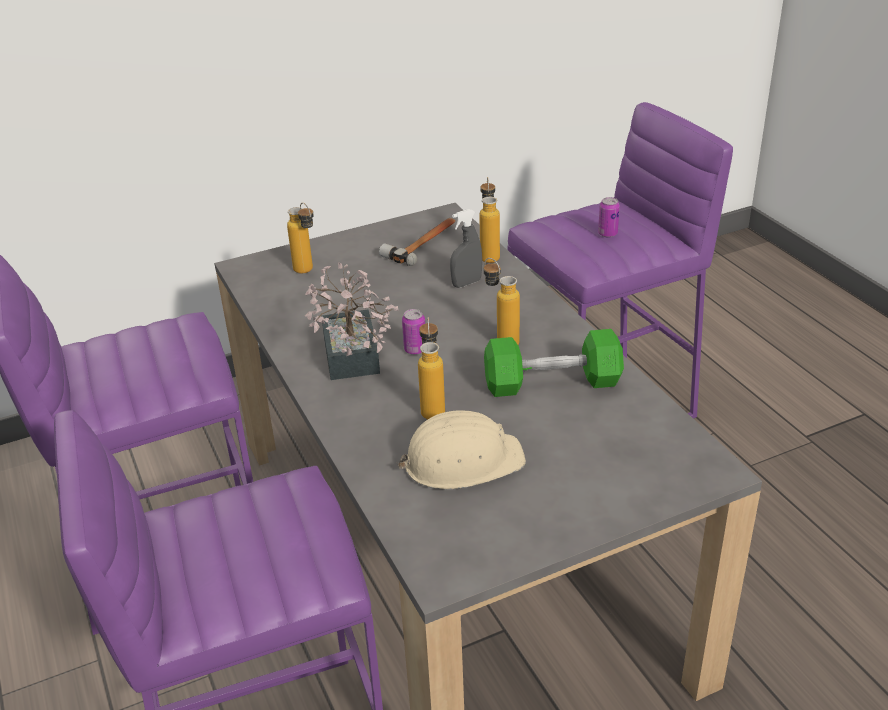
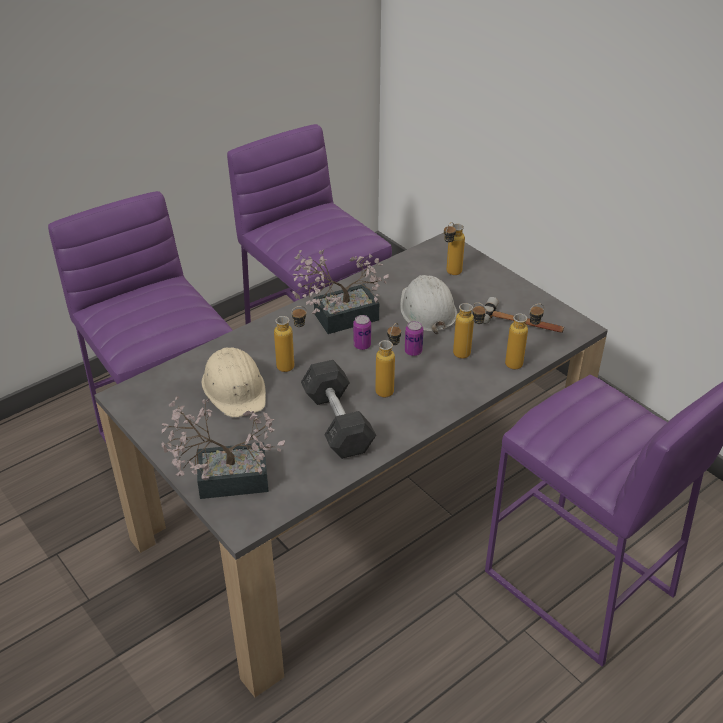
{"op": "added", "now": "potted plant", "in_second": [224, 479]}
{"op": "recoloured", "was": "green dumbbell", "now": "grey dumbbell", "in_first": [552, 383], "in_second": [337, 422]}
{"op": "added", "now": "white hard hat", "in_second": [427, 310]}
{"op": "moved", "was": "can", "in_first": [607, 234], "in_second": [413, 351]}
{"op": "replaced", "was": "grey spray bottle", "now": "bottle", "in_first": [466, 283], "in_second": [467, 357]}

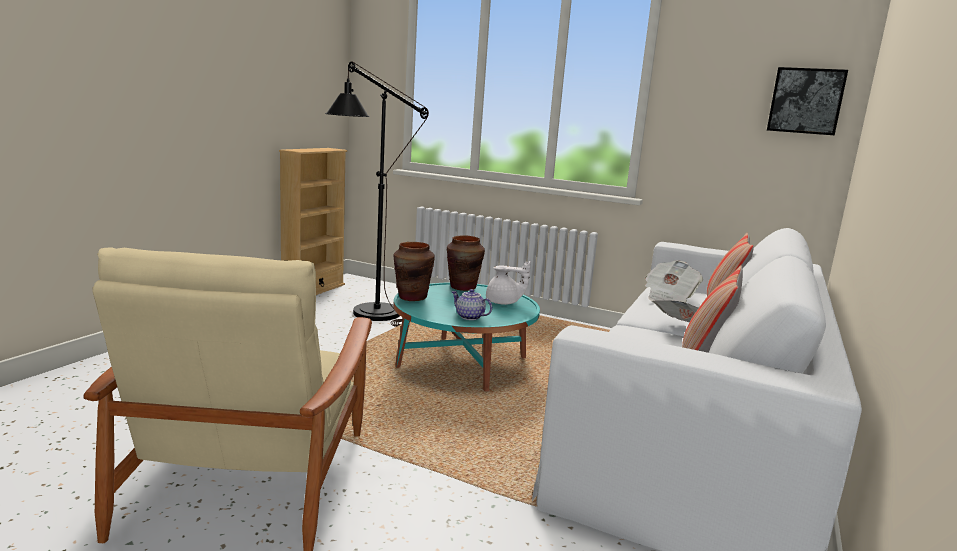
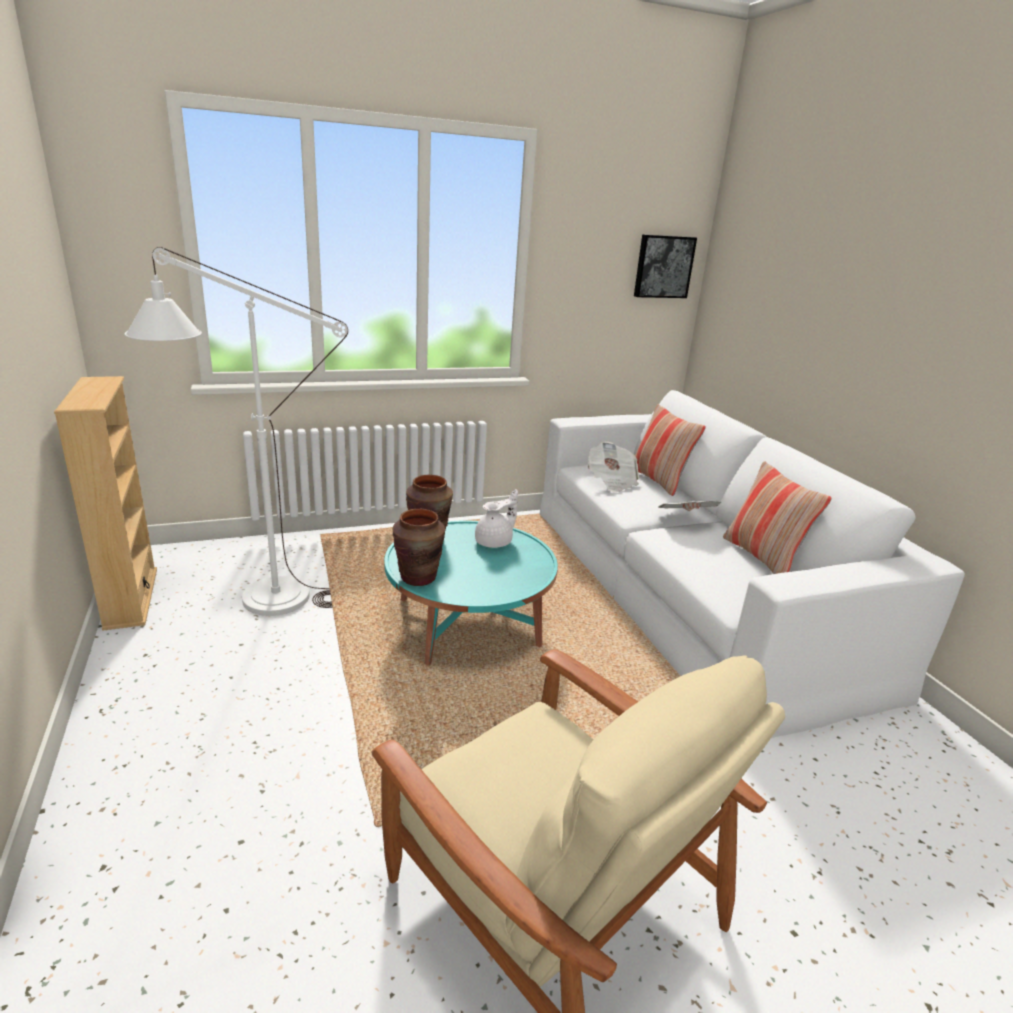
{"op": "recoloured", "was": "black floor lamp", "now": "white floor lamp", "in_first": [368, 309], "in_second": [256, 597]}
{"op": "removed", "was": "teapot", "in_first": [469, 317]}

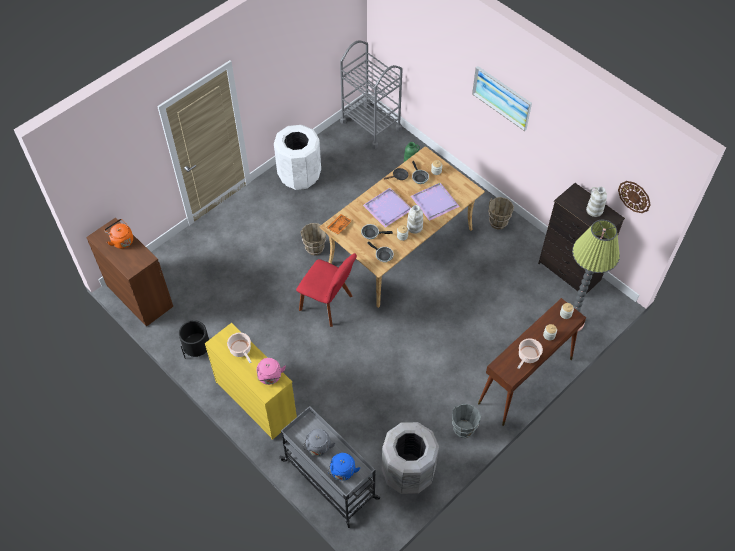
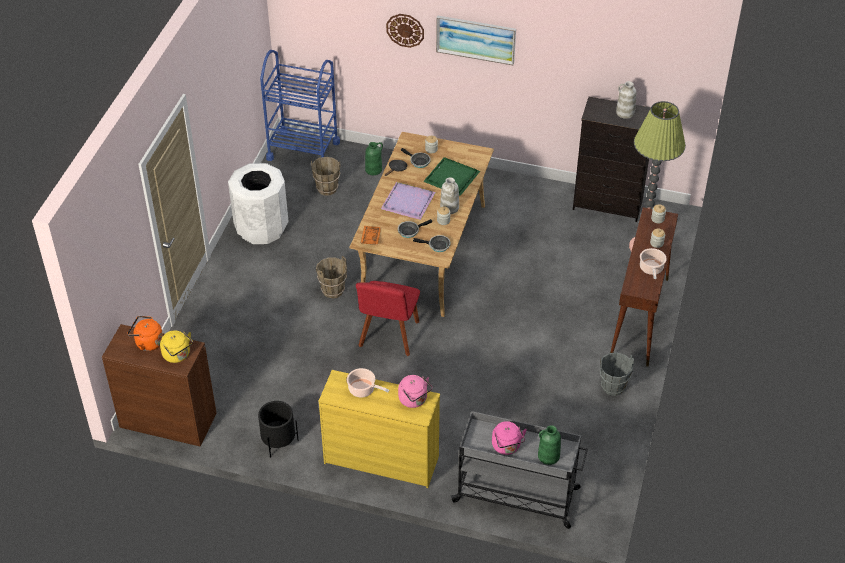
{"op": "added", "now": "yellow kettle", "in_second": [178, 355]}
{"op": "recoloured", "was": "grey cart", "now": "blue cart", "in_first": [371, 125], "in_second": [303, 150]}
{"op": "moved", "was": "brown bucket", "in_first": [498, 222], "in_second": [327, 188]}
{"op": "turned", "was": "red chair", "in_first": [328, 304], "in_second": [388, 336], "clockwise": 105}
{"op": "moved", "was": "wall clock", "in_first": [634, 196], "in_second": [405, 30]}
{"op": "recoloured", "was": "purple tray", "now": "green tray", "in_first": [434, 201], "in_second": [451, 177]}
{"op": "recoloured", "was": "grey kettle", "now": "pink kettle", "in_first": [318, 448], "in_second": [507, 447]}
{"op": "replaced", "was": "blue kettle", "now": "green vase", "in_first": [342, 472], "in_second": [548, 456]}
{"op": "removed", "was": "grey trash can", "in_first": [408, 472]}

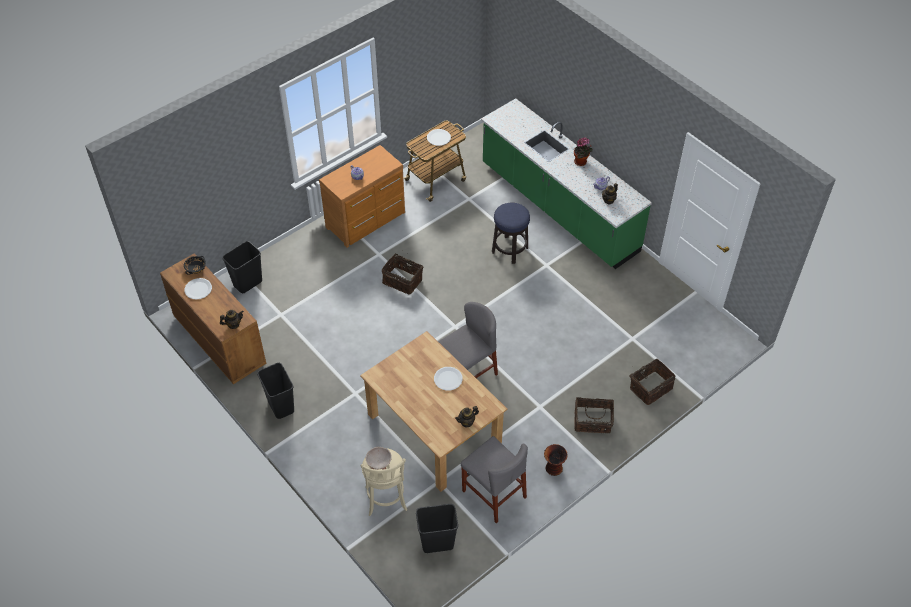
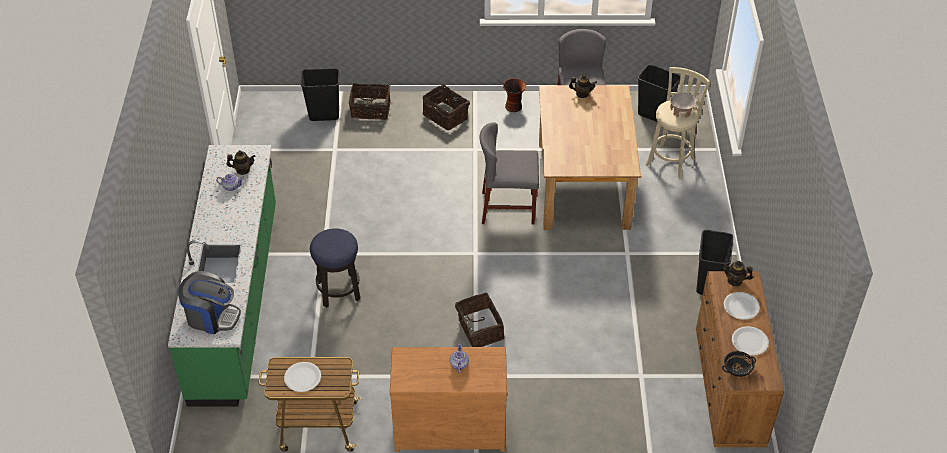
{"op": "added", "now": "coffee machine", "in_second": [211, 316]}
{"op": "moved", "was": "black trash can", "in_first": [247, 283], "in_second": [324, 115]}
{"op": "moved", "was": "white plate", "in_first": [448, 379], "in_second": [741, 306]}
{"op": "removed", "was": "potted plant", "in_first": [581, 162]}

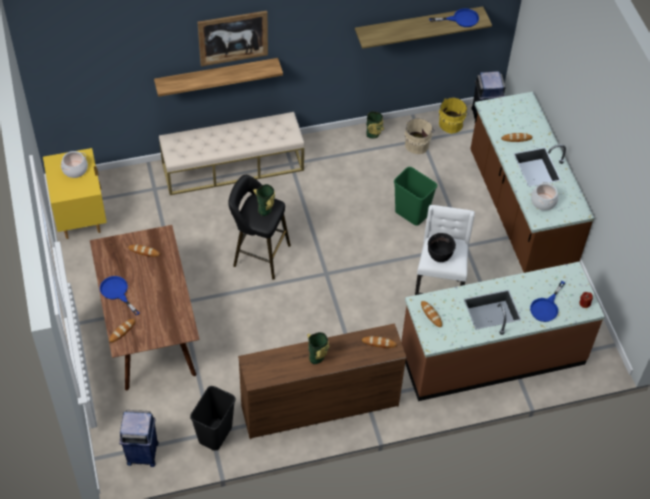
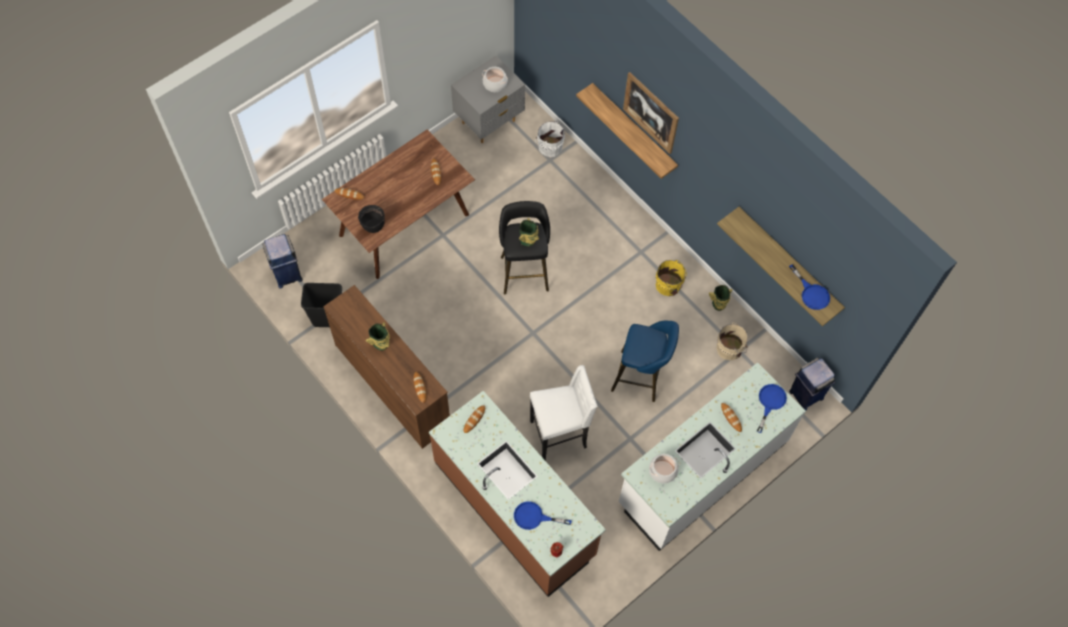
{"op": "moved", "was": "black cooking pot", "in_first": [439, 255], "in_second": [373, 225]}
{"op": "recoloured", "was": "yellow nightstand", "now": "grey nightstand", "in_first": [80, 217], "in_second": [489, 122]}
{"op": "added", "now": "white bucket", "in_second": [549, 146]}
{"op": "replaced", "was": "green trash can", "now": "blue stool", "in_first": [412, 213], "in_second": [641, 377]}
{"op": "recoloured", "was": "brown counter", "now": "white counter", "in_first": [519, 210], "in_second": [701, 472]}
{"op": "moved", "was": "yellow bucket", "in_first": [452, 123], "in_second": [669, 285]}
{"op": "moved", "was": "blue frying pan", "in_first": [117, 292], "in_second": [770, 402]}
{"op": "removed", "was": "beige bench", "in_first": [233, 166]}

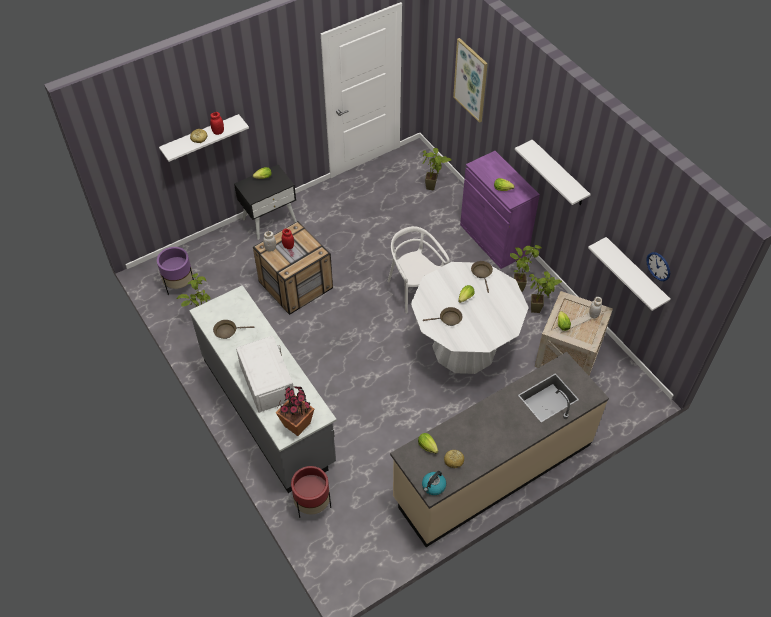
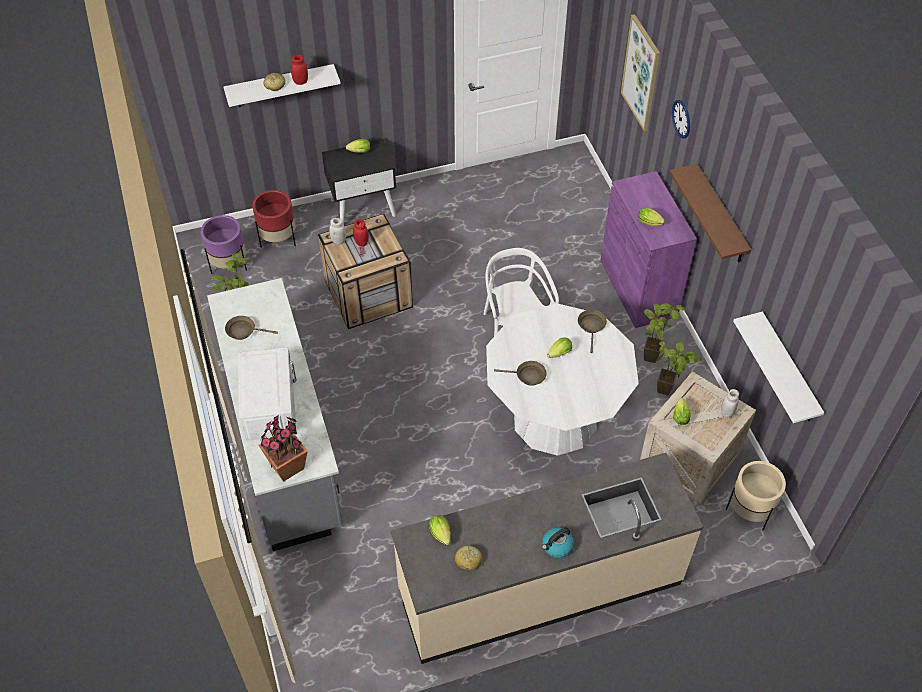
{"op": "moved", "was": "red planter", "in_first": [312, 504], "in_second": [278, 239]}
{"op": "moved", "was": "kettle", "in_first": [433, 486], "in_second": [557, 546]}
{"op": "recoloured", "was": "white shelf", "now": "brown shelf", "in_first": [559, 174], "in_second": [720, 216]}
{"op": "moved", "was": "wall clock", "in_first": [658, 266], "in_second": [681, 119]}
{"op": "added", "now": "beige planter", "in_second": [749, 511]}
{"op": "removed", "was": "potted plant", "in_first": [434, 188]}

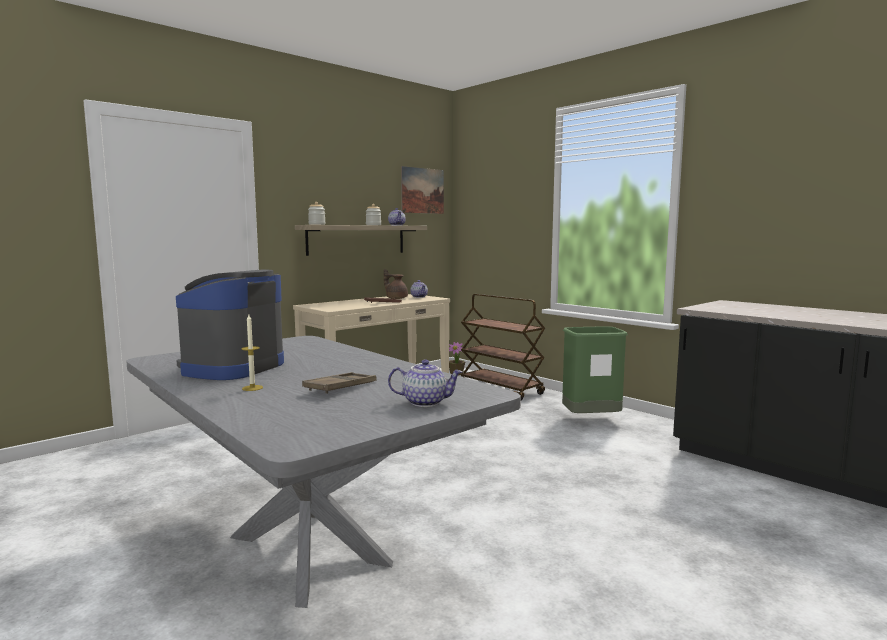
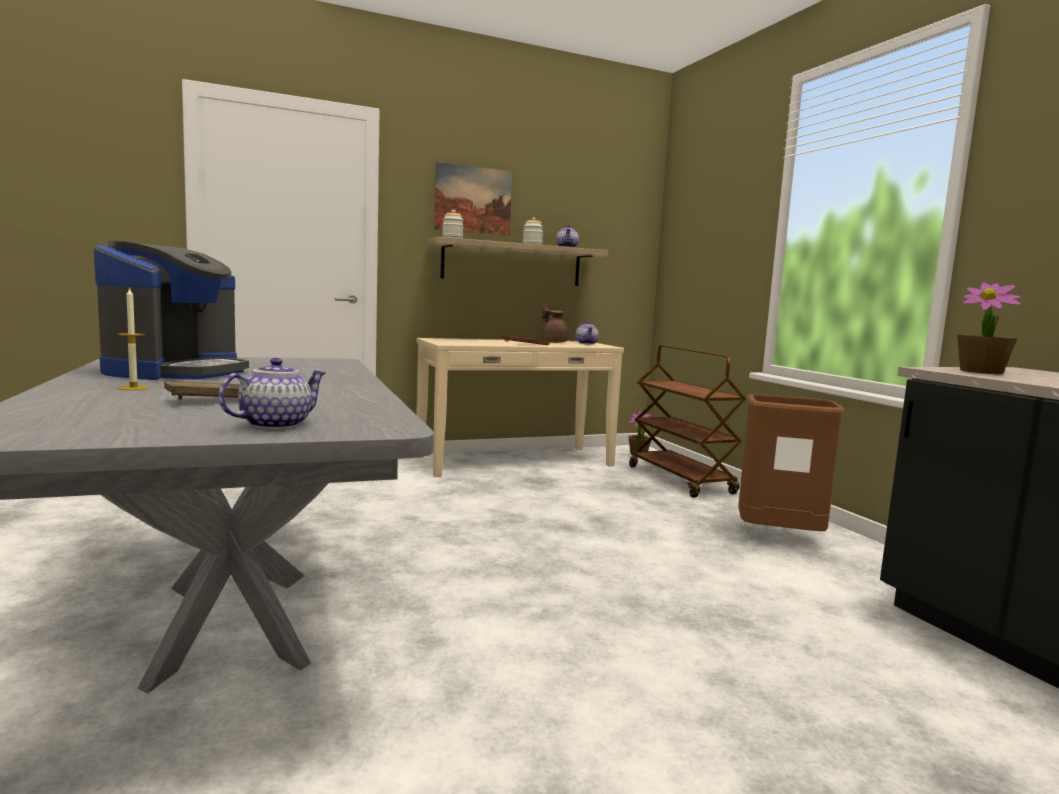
{"op": "turned", "was": "coffee machine", "in_first": [232, 368], "in_second": [177, 372], "clockwise": 150}
{"op": "turned", "was": "teapot", "in_first": [425, 402], "in_second": [275, 425], "clockwise": -75}
{"op": "moved", "was": "picture", "in_first": [422, 190], "in_second": [473, 200]}
{"op": "recoloured", "was": "green trash can", "now": "brown trash can", "in_first": [591, 420], "in_second": [779, 538]}
{"op": "added", "now": "potted plant", "in_second": [981, 372]}

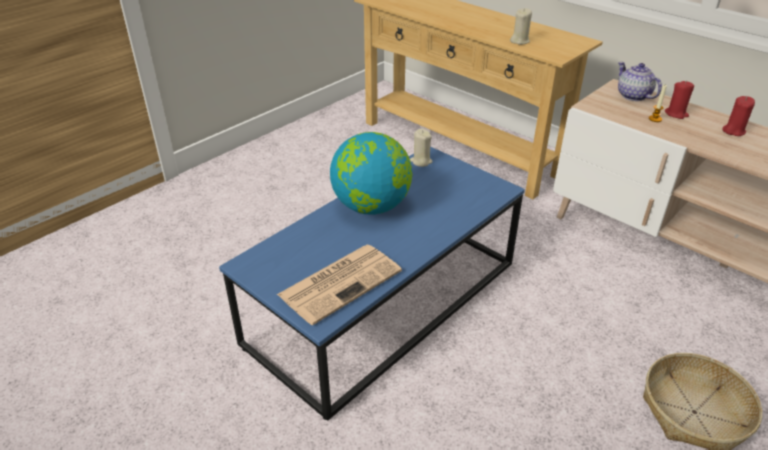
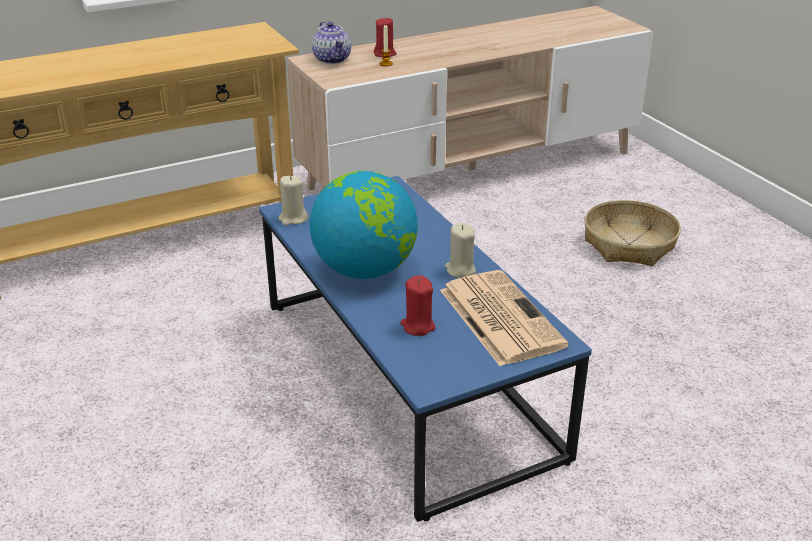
{"op": "turned", "was": "teapot", "in_first": [633, 96], "in_second": [332, 59], "clockwise": -105}
{"op": "moved", "was": "red candle", "in_first": [733, 131], "in_second": [418, 326]}
{"op": "moved", "was": "beige candle", "in_first": [519, 41], "in_second": [460, 270]}

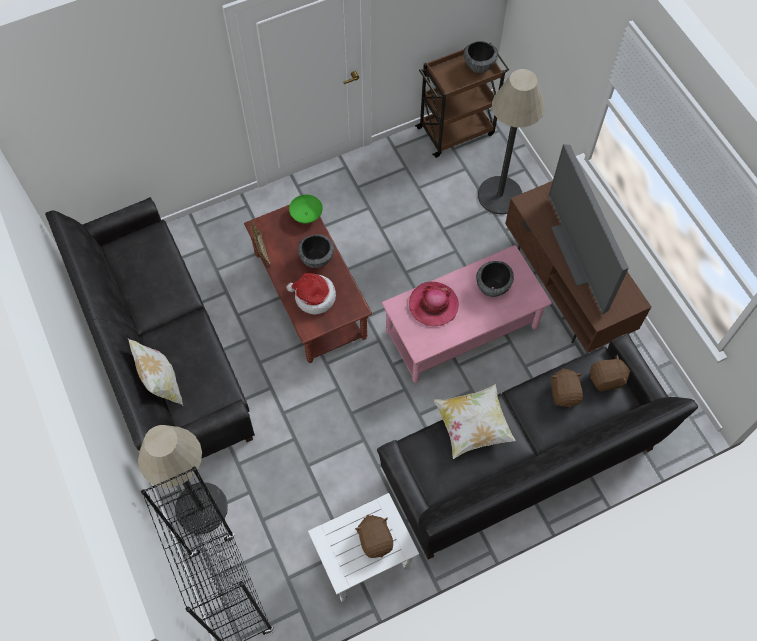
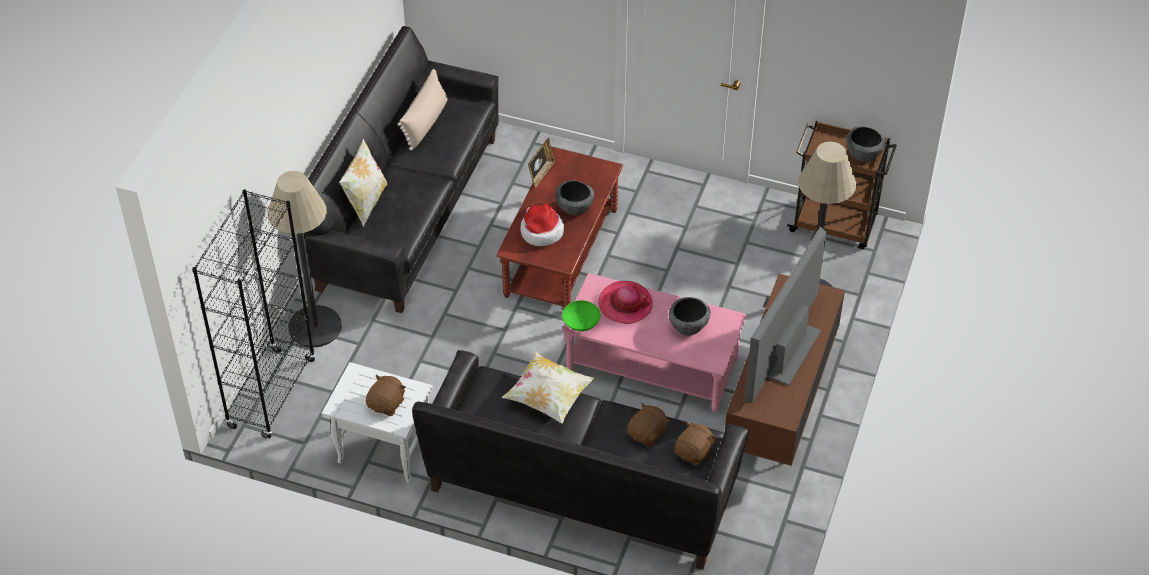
{"op": "added", "now": "beige pillow", "in_second": [425, 122]}
{"op": "moved", "was": "green bowl", "in_first": [306, 215], "in_second": [580, 324]}
{"op": "turned", "was": "brown plush toy", "in_first": [606, 379], "in_second": [694, 452], "clockwise": -90}

